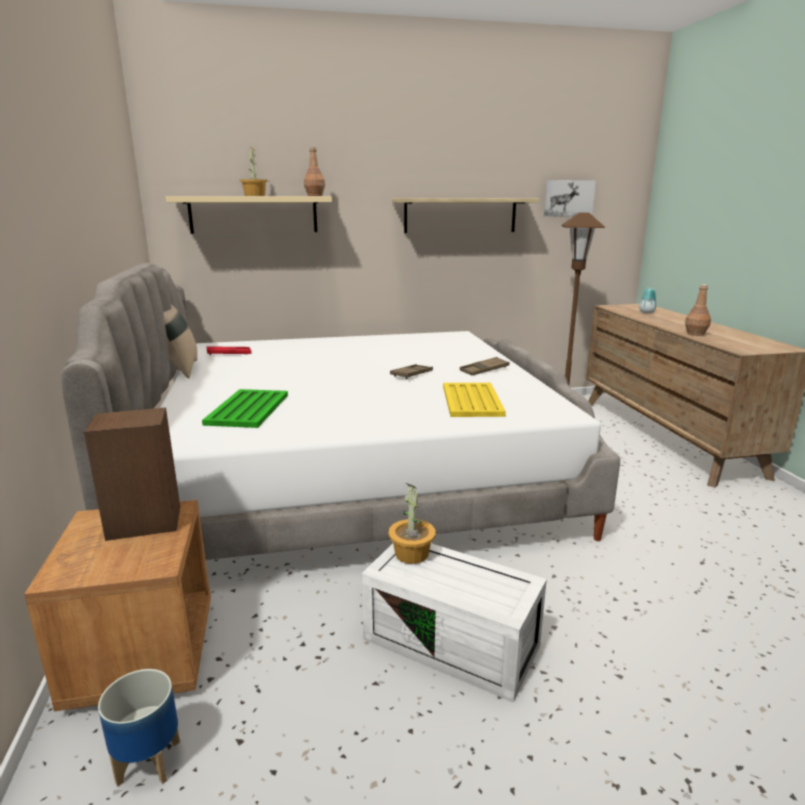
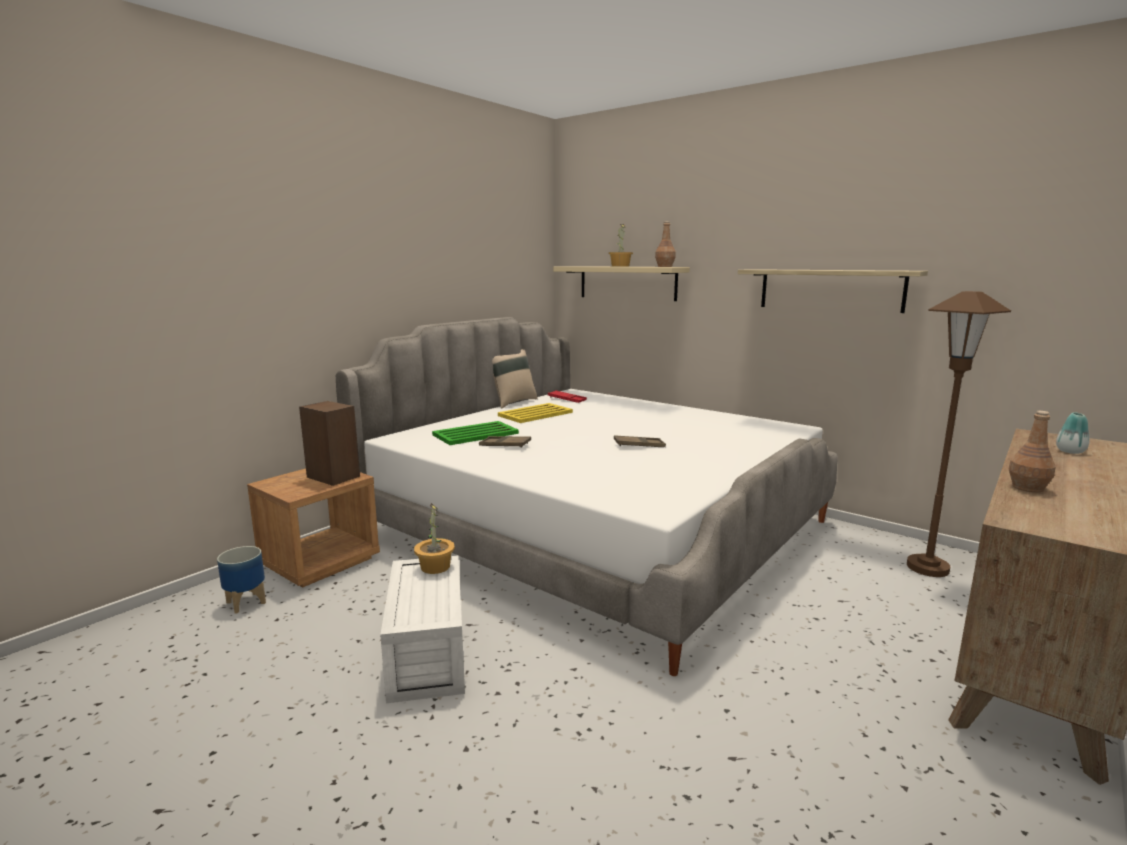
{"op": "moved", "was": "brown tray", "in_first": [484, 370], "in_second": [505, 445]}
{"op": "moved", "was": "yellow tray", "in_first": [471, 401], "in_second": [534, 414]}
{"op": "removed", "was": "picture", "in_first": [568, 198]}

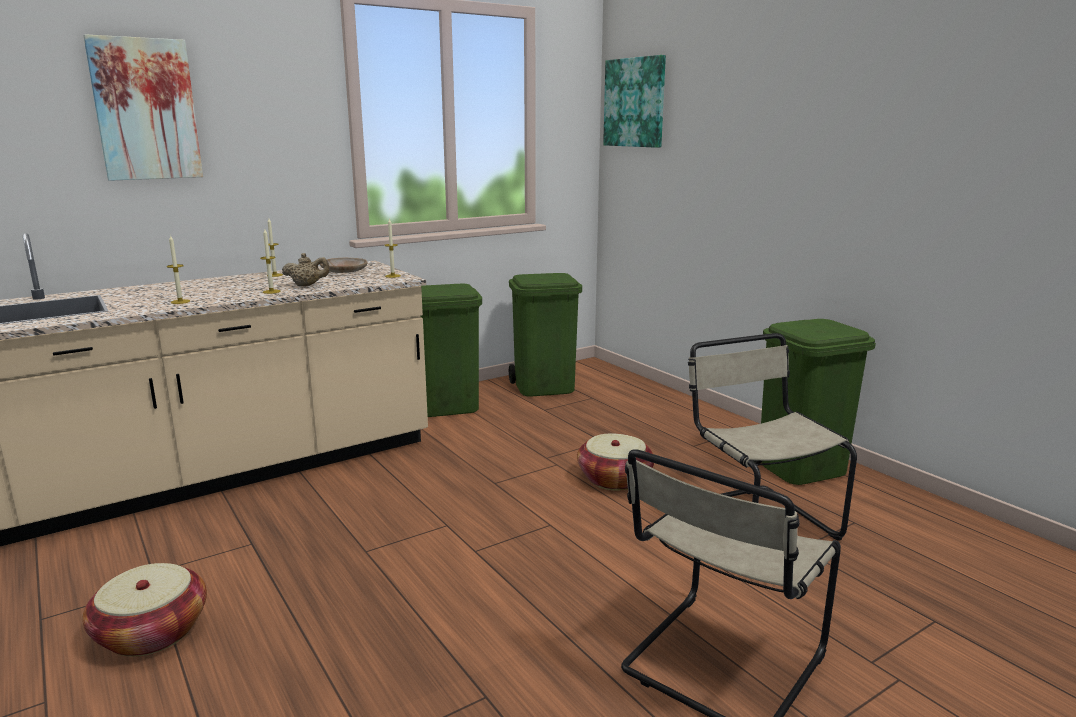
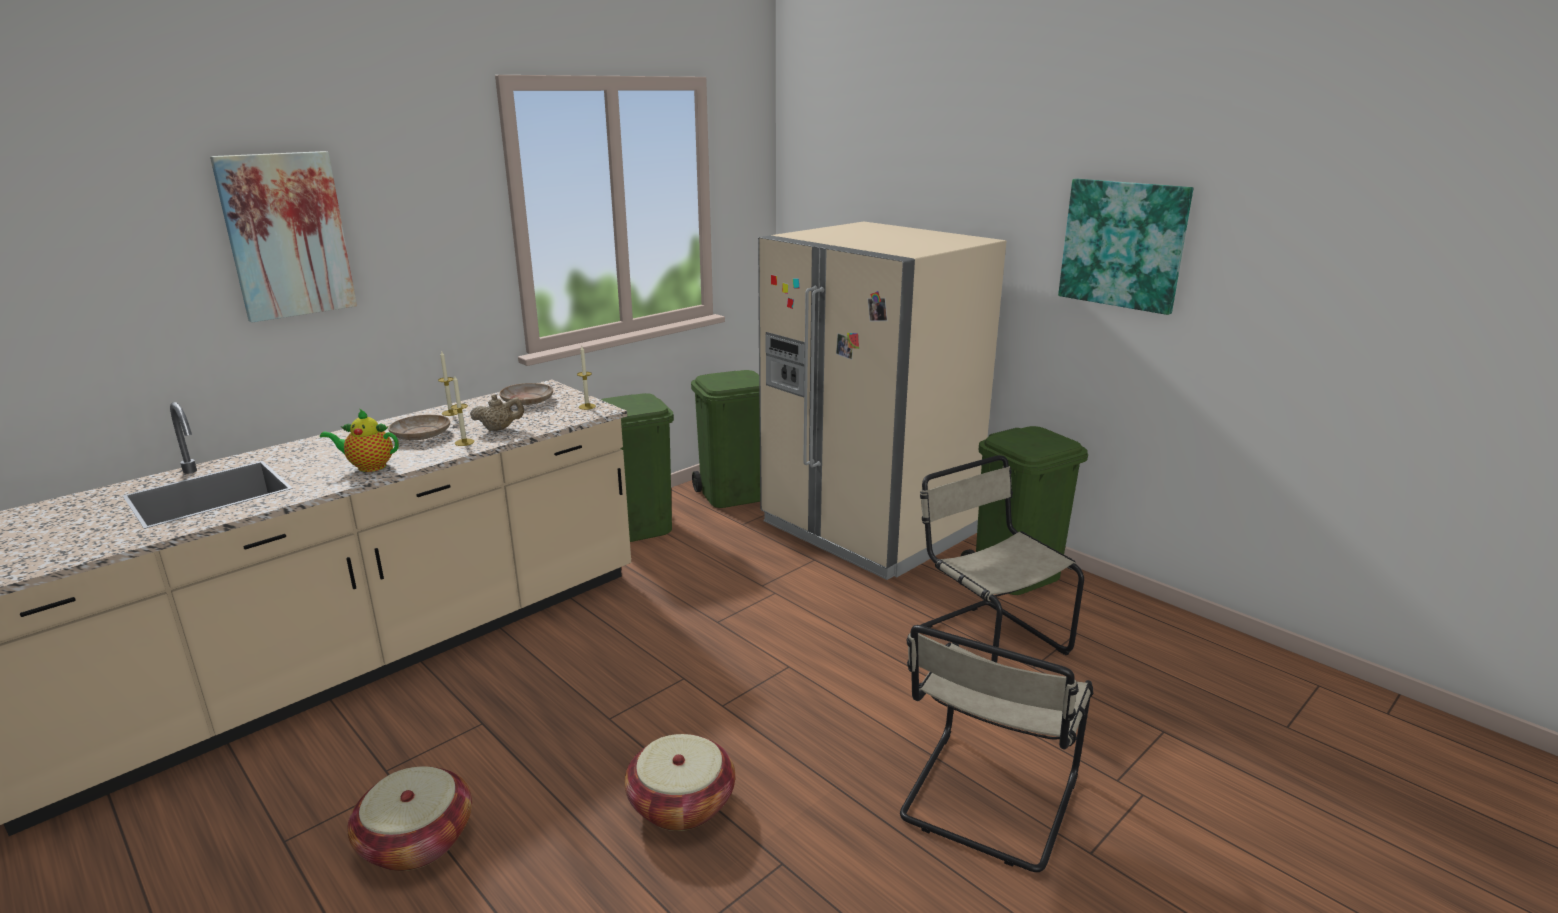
{"op": "replaced", "was": "candle", "now": "teapot", "in_first": [180, 301], "in_second": [368, 466]}
{"op": "added", "now": "beige plate", "in_second": [421, 434]}
{"op": "moved", "was": "basket", "in_first": [614, 479], "in_second": [681, 804]}
{"op": "added", "now": "beige fridge", "in_second": [867, 528]}
{"op": "moved", "was": "picture", "in_first": [635, 102], "in_second": [1123, 244]}

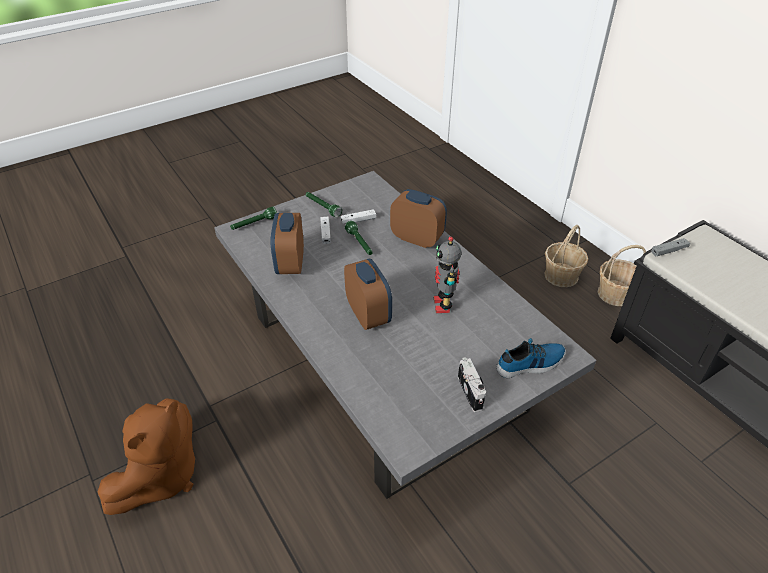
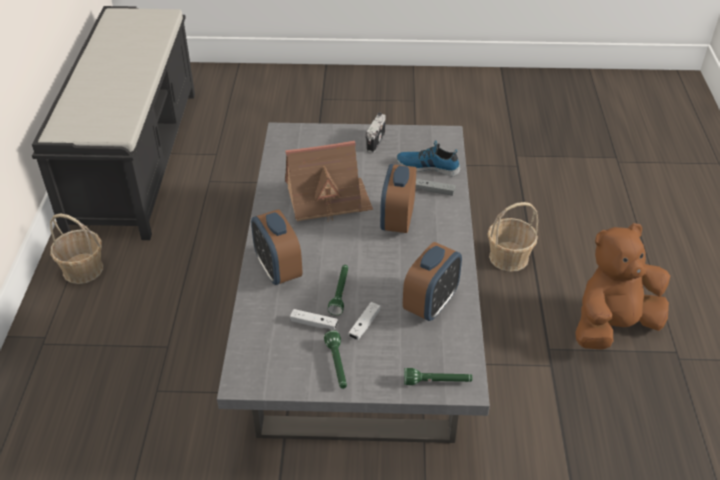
{"op": "replaced", "was": "toy robot", "now": "toy house", "in_first": [443, 305], "in_second": [327, 199]}
{"op": "moved", "was": "shoe", "in_first": [531, 364], "in_second": [428, 166]}
{"op": "moved", "was": "grey game controller", "in_first": [669, 251], "in_second": [434, 191]}
{"op": "moved", "was": "basket", "in_first": [561, 276], "in_second": [508, 257]}

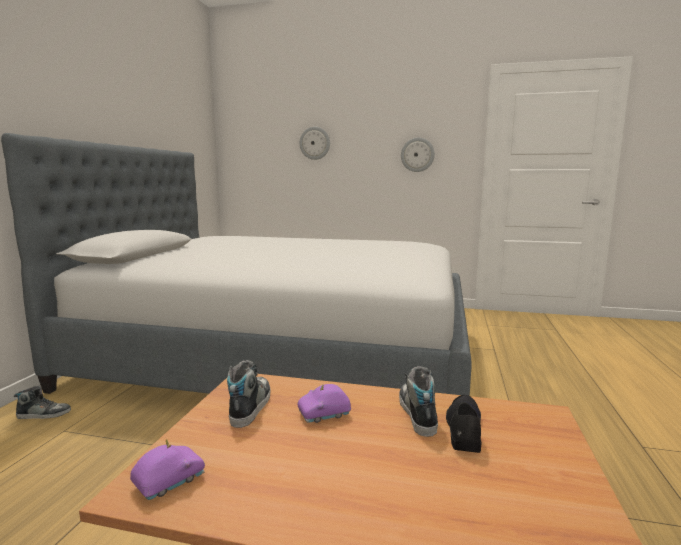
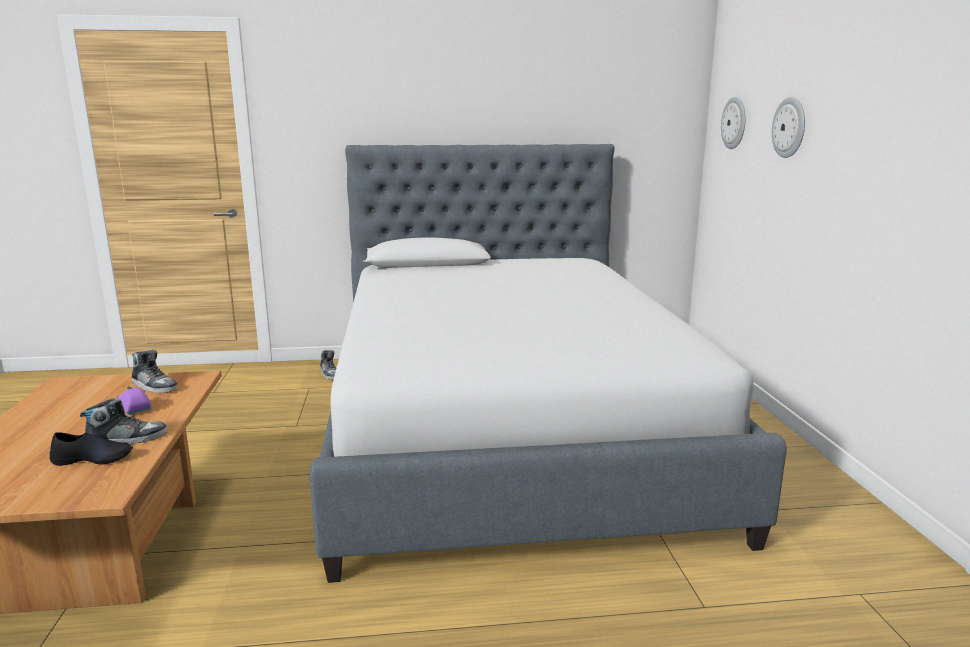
{"op": "turned", "was": "shoe", "in_first": [250, 406], "in_second": [155, 386], "clockwise": 45}
{"op": "moved", "was": "wall clock", "in_first": [417, 154], "in_second": [734, 123]}
{"op": "removed", "was": "purple toy car", "in_first": [168, 481]}

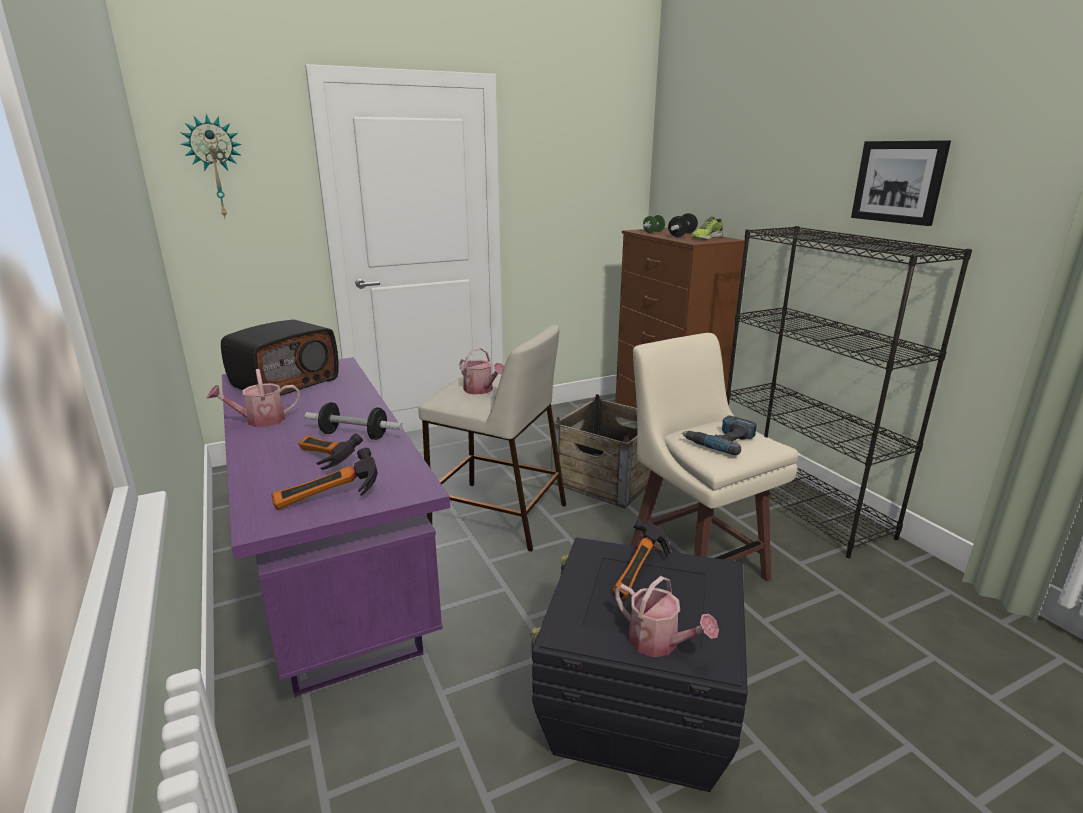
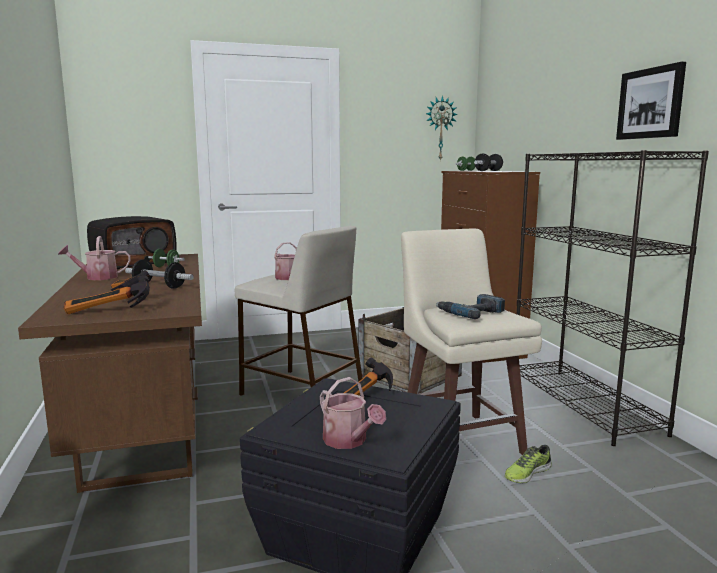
{"op": "recoloured", "was": "purple desk", "now": "brown desk", "in_first": [333, 584], "in_second": [145, 426]}
{"op": "added", "now": "green dumbbell", "in_second": [166, 267]}
{"op": "moved", "was": "wall clock", "in_first": [215, 167], "in_second": [440, 128]}
{"op": "moved", "was": "shoe", "in_first": [706, 238], "in_second": [526, 473]}

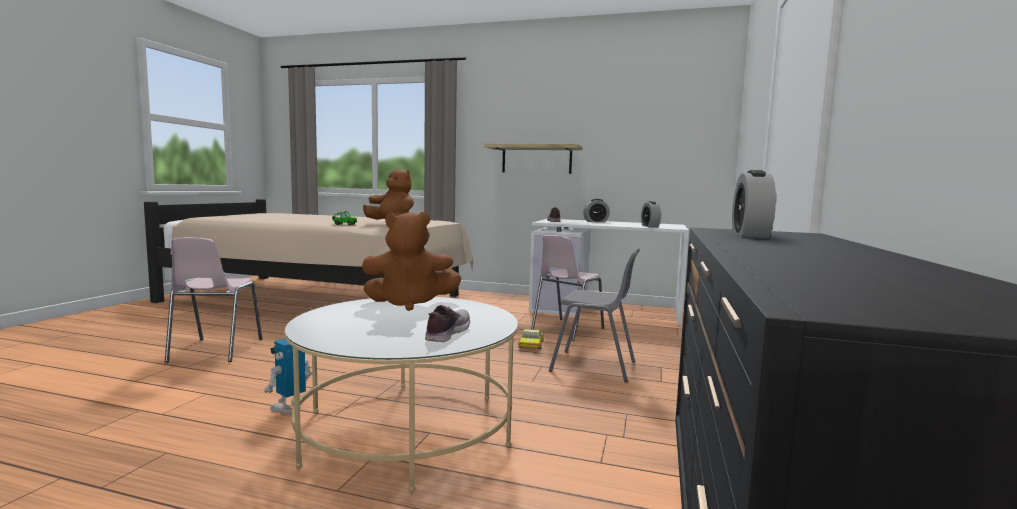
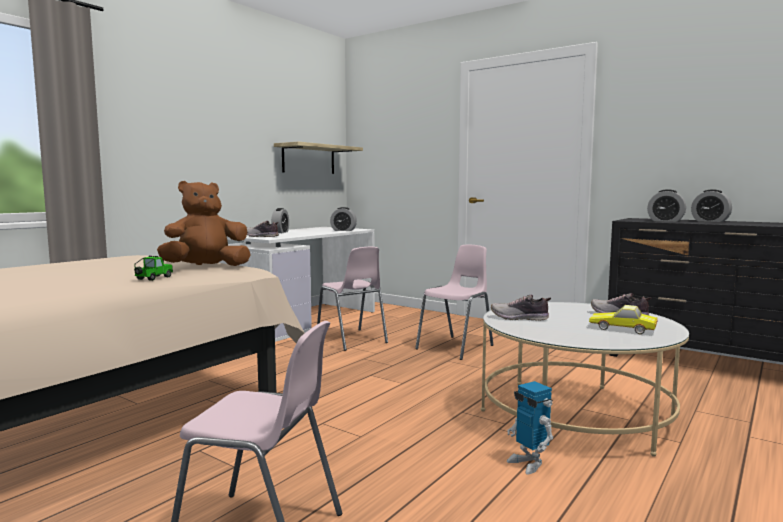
{"op": "moved", "was": "shelf", "in_first": [536, 159], "in_second": [308, 159]}
{"op": "recoloured", "was": "grey chair", "now": "pink chair", "in_first": [594, 367], "in_second": [456, 347]}
{"op": "replaced", "was": "brown plush toy", "now": "shoe", "in_first": [410, 304], "in_second": [520, 318]}
{"op": "moved", "was": "toy car", "in_first": [530, 344], "in_second": [623, 328]}
{"op": "added", "now": "alarm clock", "in_second": [710, 221]}

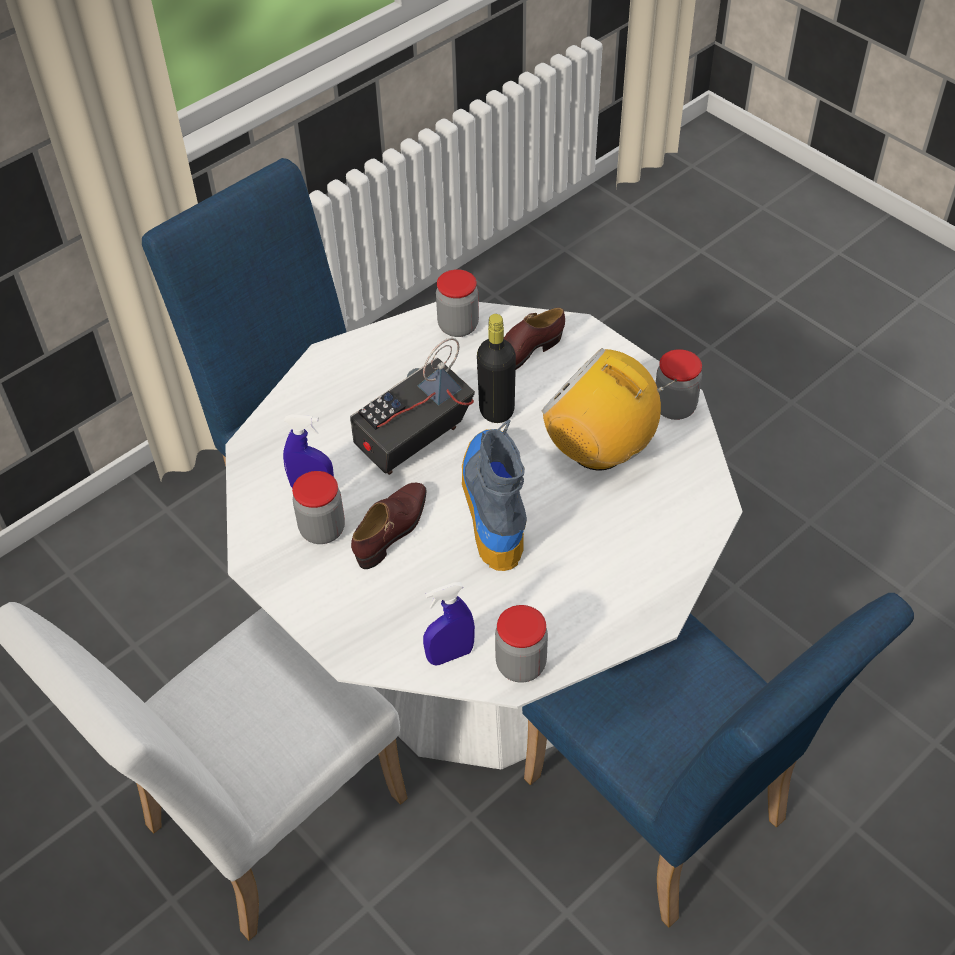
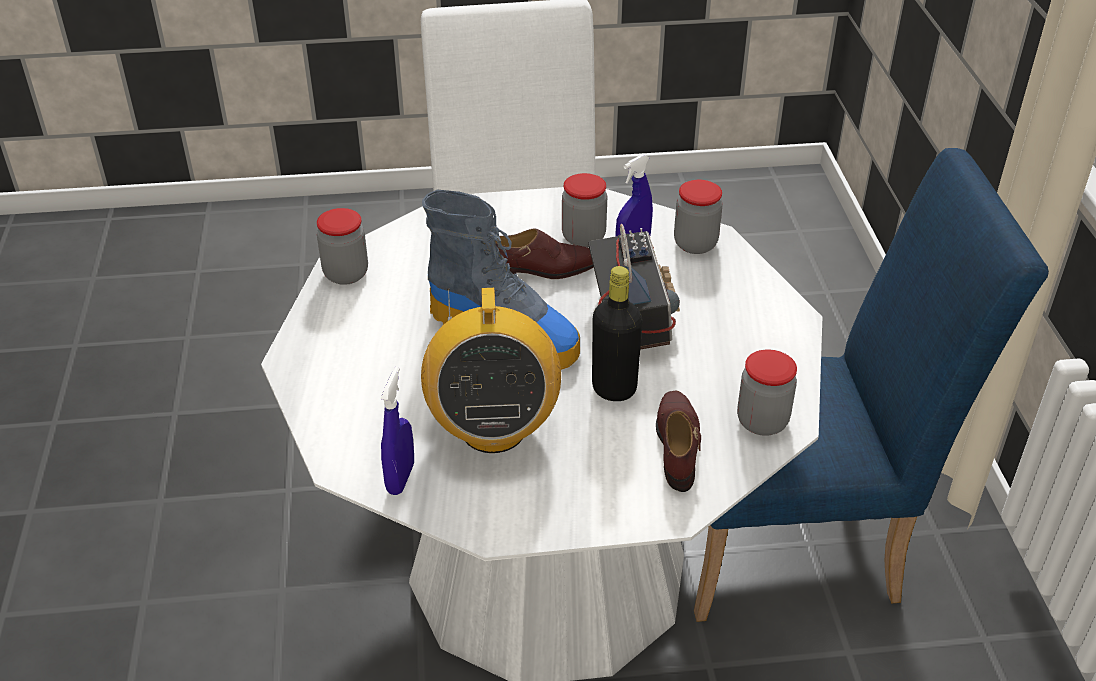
{"op": "moved", "was": "blue spray bottle", "in_first": [450, 655], "in_second": [400, 478]}
{"op": "turned", "was": "radio", "in_first": [599, 450], "in_second": [493, 429], "clockwise": 105}
{"op": "turned", "was": "brown shoe", "in_first": [392, 529], "in_second": [543, 270], "clockwise": -75}
{"op": "moved", "was": "jar", "in_first": [674, 407], "in_second": [695, 244]}
{"op": "removed", "was": "blue chair", "in_first": [666, 815]}

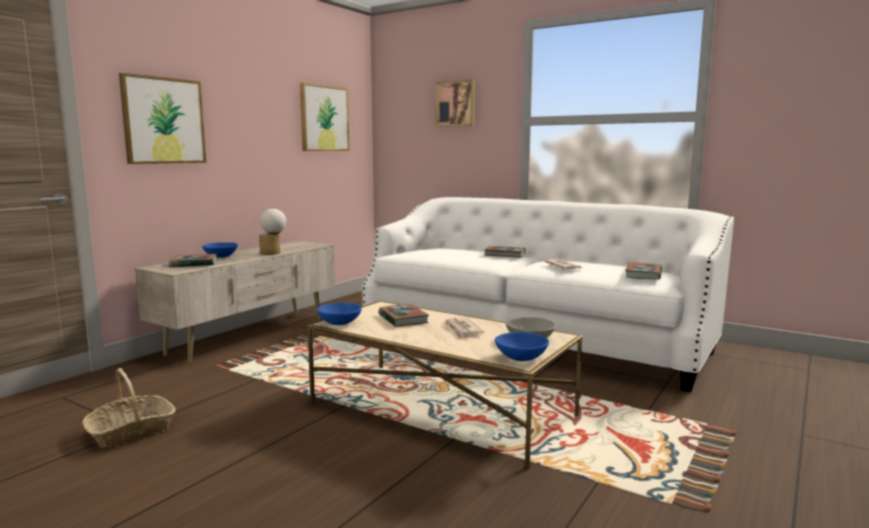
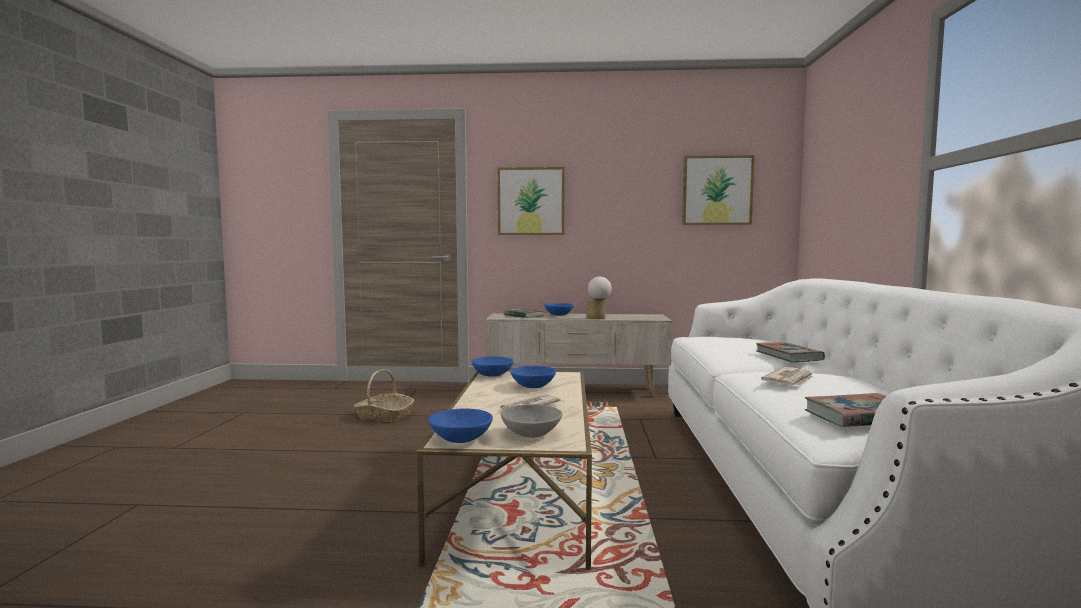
{"op": "replaced", "was": "book", "now": "blue bowl", "in_first": [403, 319], "in_second": [533, 386]}
{"op": "removed", "was": "picture", "in_first": [456, 103]}

